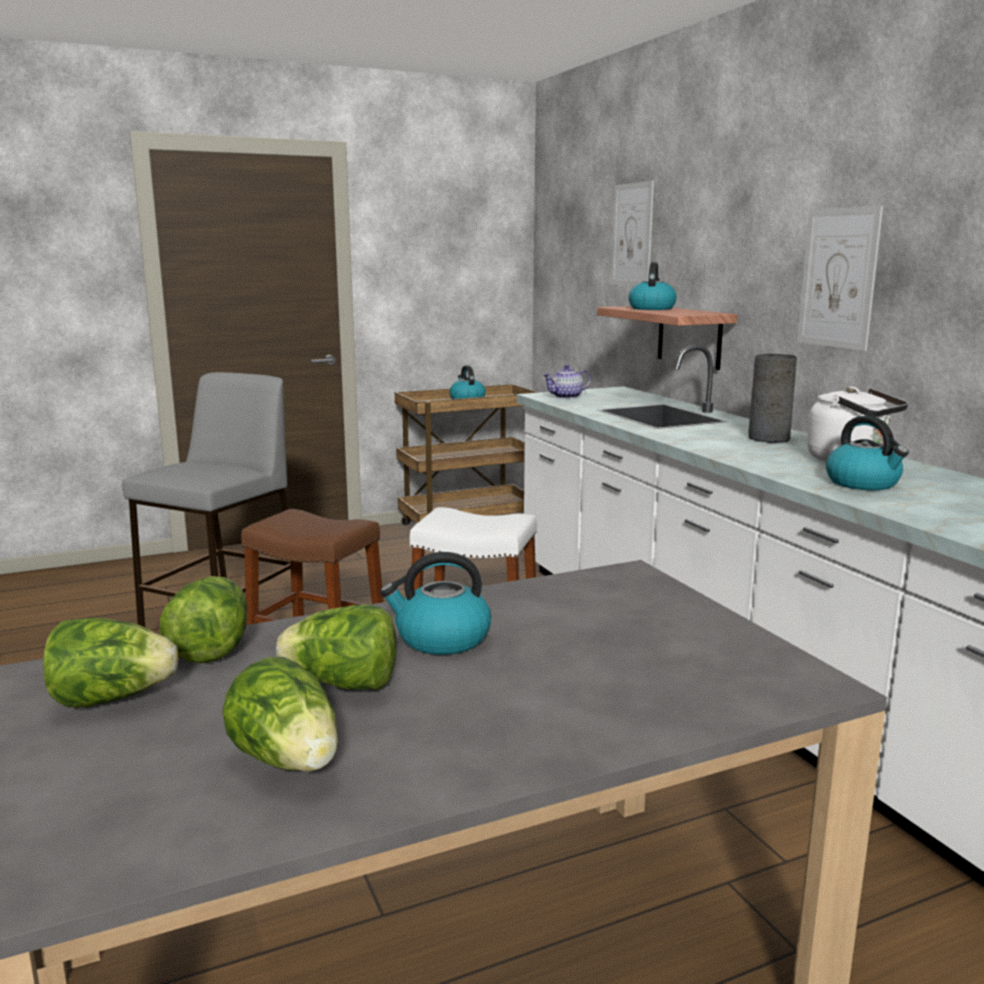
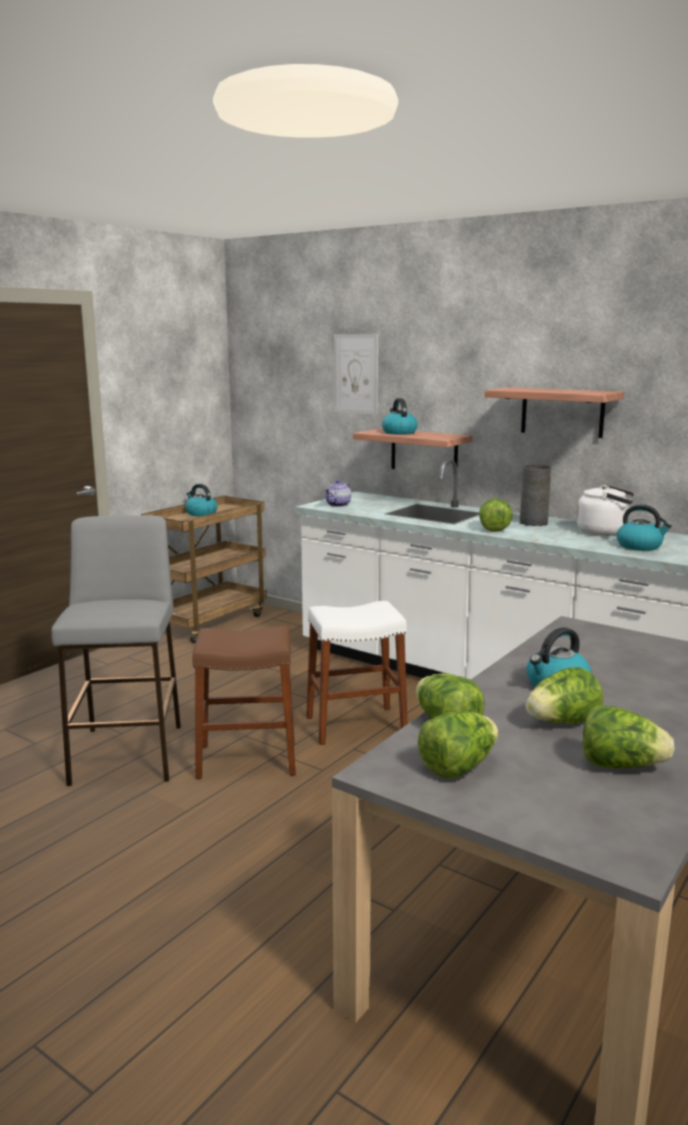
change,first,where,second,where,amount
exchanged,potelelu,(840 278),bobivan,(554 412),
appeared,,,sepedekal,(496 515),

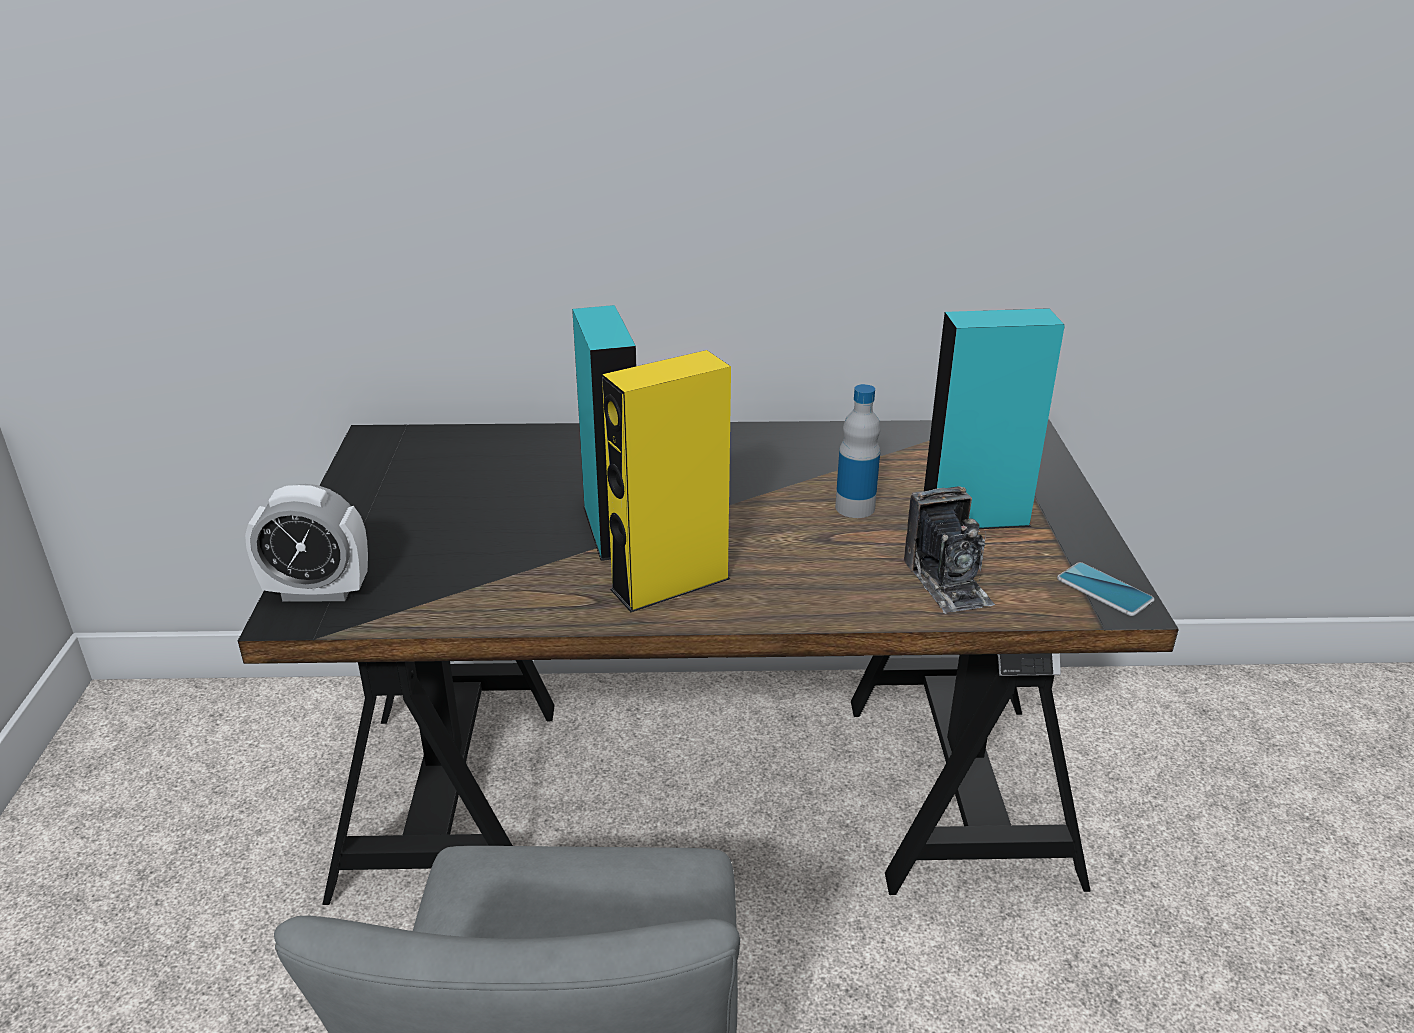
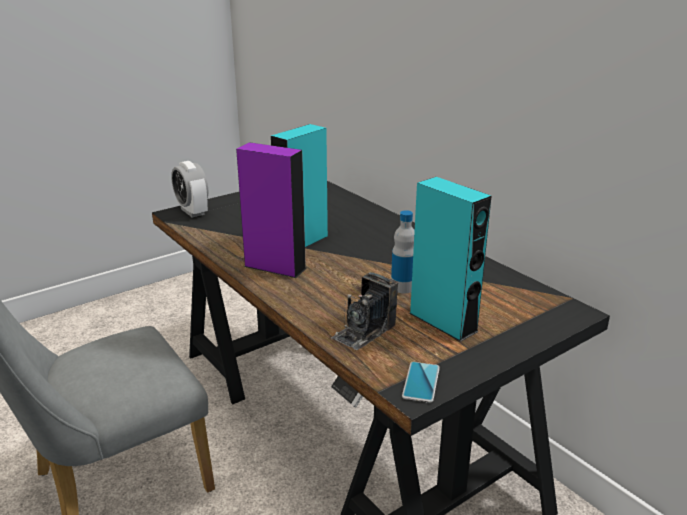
change,first,where,second,where,amount
colour,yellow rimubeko,(666 481),purple rimubeko,(271 210),

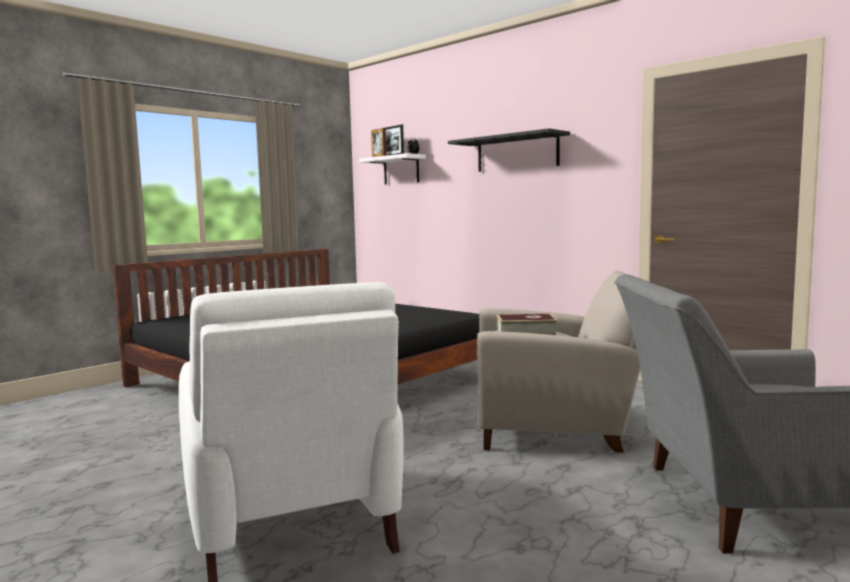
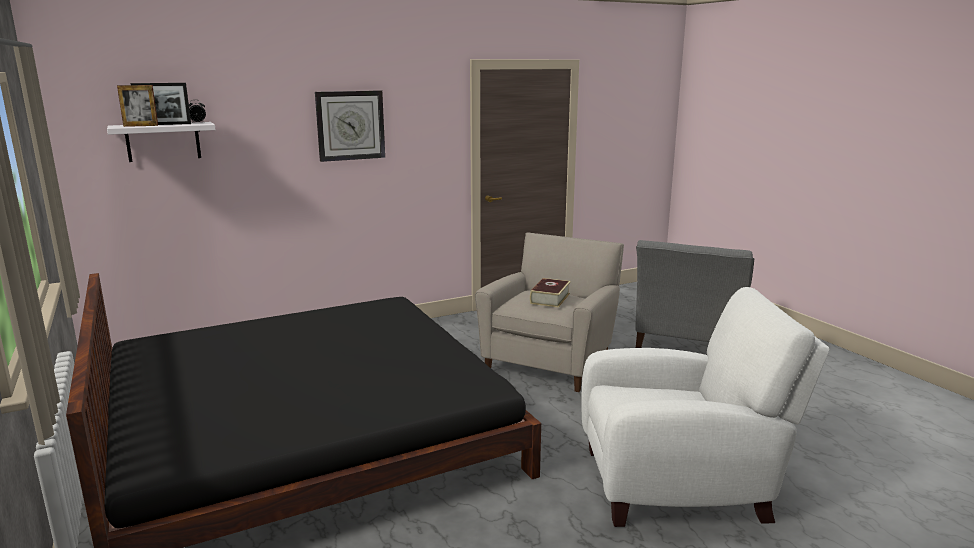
change,first,where,second,where,amount
exchanged,black bobivan,(509 150),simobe,(350 126),

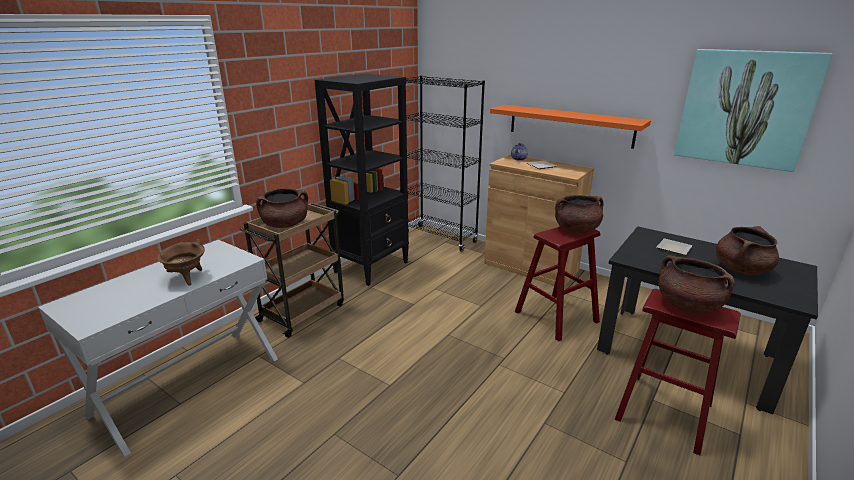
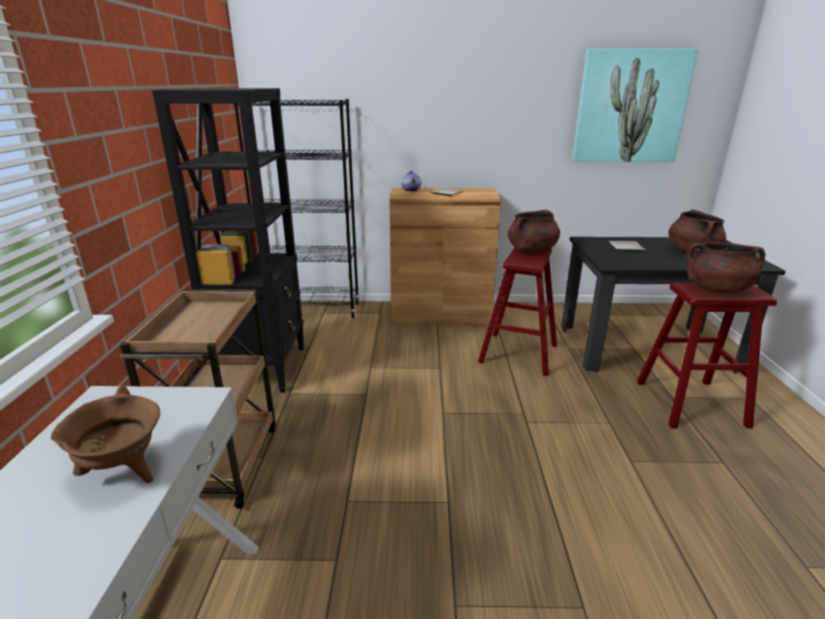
change,first,where,second,where,amount
missing,orange bobivan,(570 127),,,
missing,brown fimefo,(282 208),,,

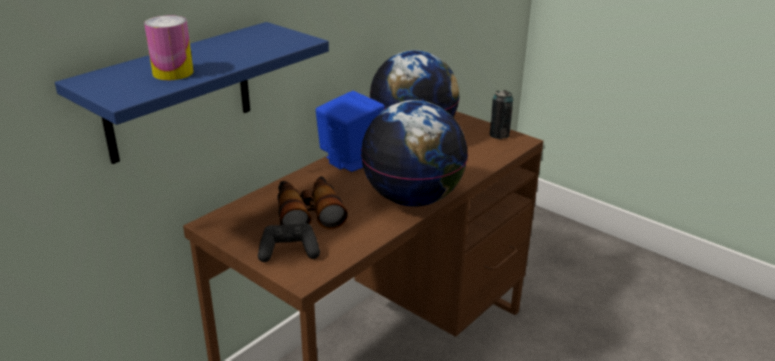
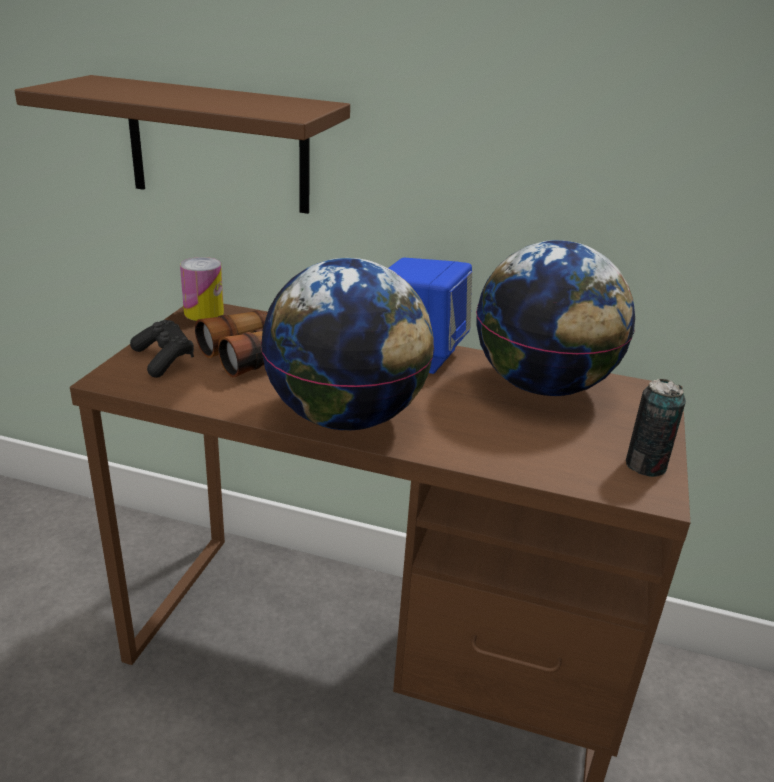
change,first,where,second,where,amount
relocated,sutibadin,(169 48),,(202 289),
colour,blue bobivan,(192 93),brown bobivan,(182 144),

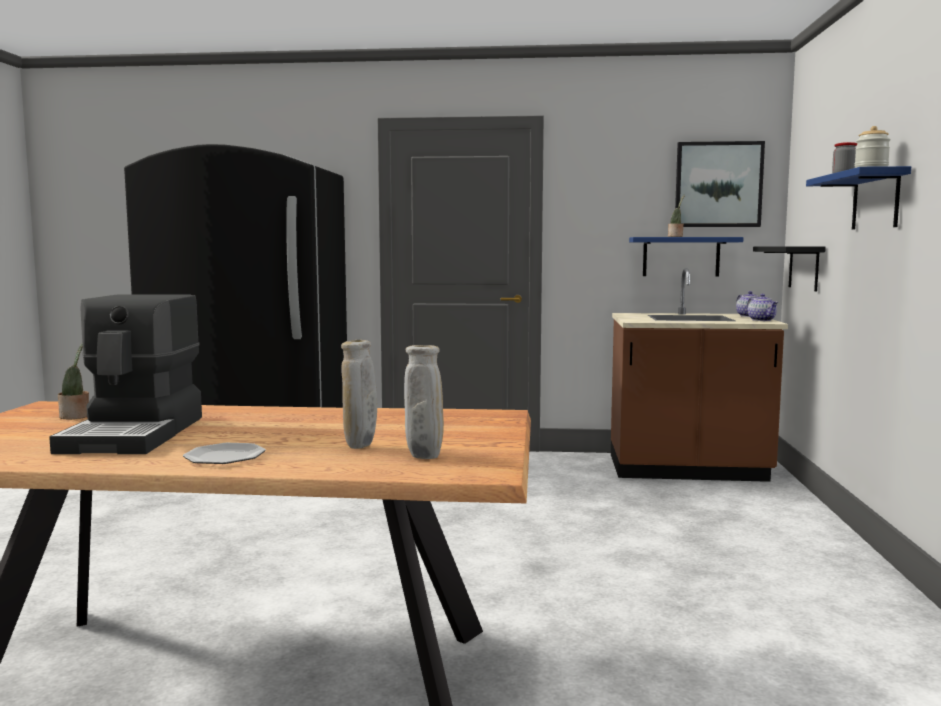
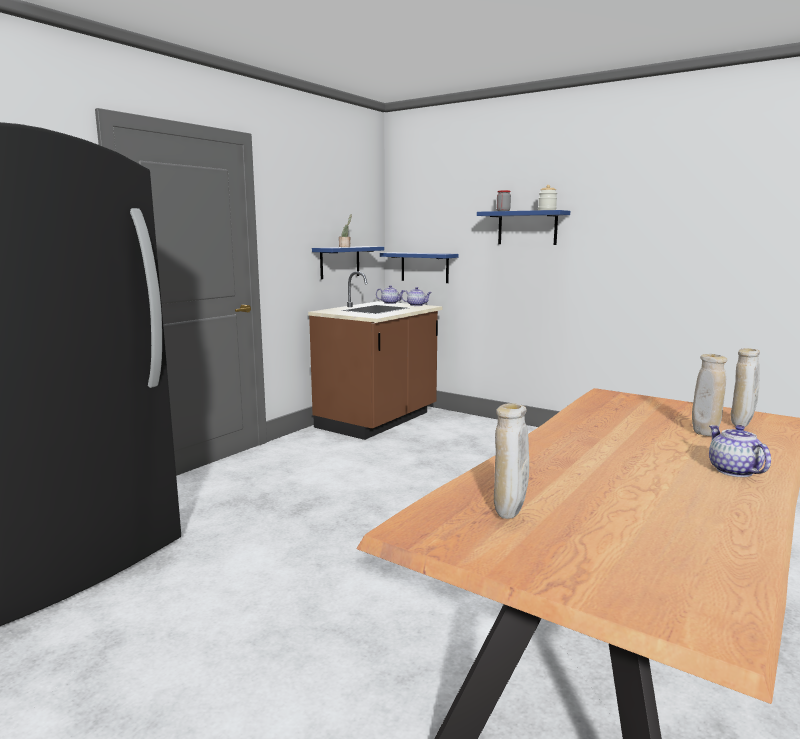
change,first,where,second,where,amount
missing,potelelu,(720 184),,,
colour,black bobivan,(789 268),blue bobivan,(419 267),
missing,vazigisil,(125 374),,,
exchanged,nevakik,(73 381),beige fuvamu,(511 461),
exchanged,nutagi,(224 453),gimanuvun,(740 451),

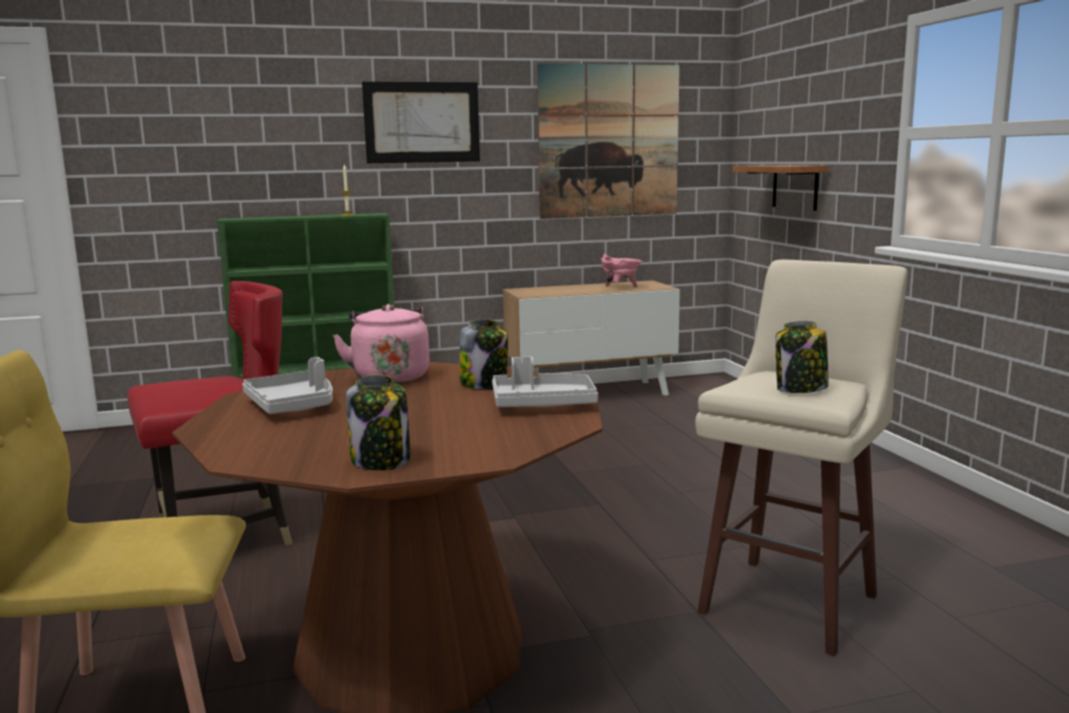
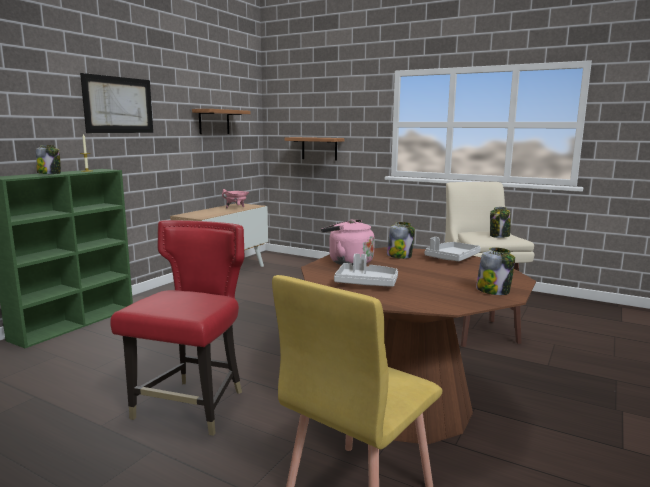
change,first,where,second,where,amount
exchanged,potelelu,(608 141),bobivan,(221 121),
appeared,,,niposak,(48 159),

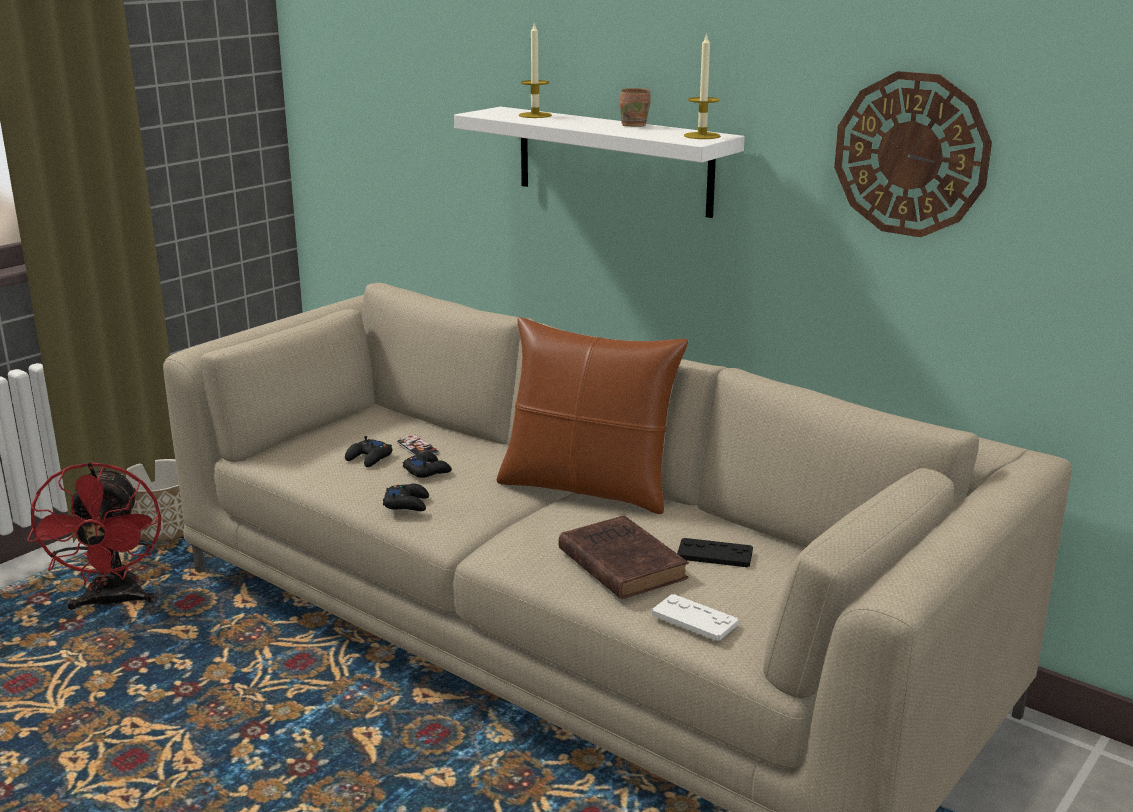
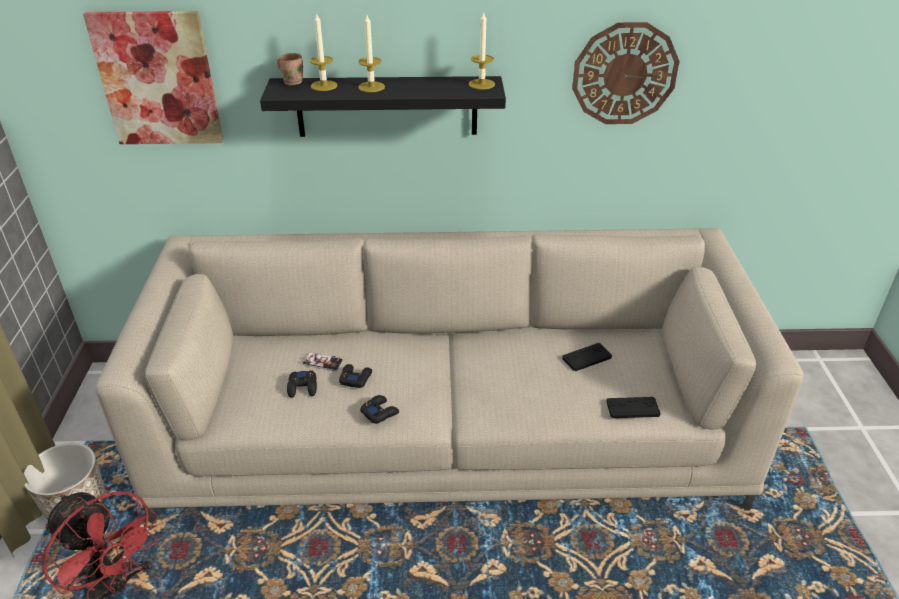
change,first,where,second,where,amount
relocated,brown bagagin,(635 107),,(290 69),
colour,white bobivan,(599 162),black bobivan,(383 106),
missing,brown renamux,(592 415),,,
missing,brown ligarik,(624 558),,,
colour,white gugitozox,(695 617),black gugitozox,(633 407),
appeared,,,potelelu,(153 77),
appeared,,,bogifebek,(371 53),

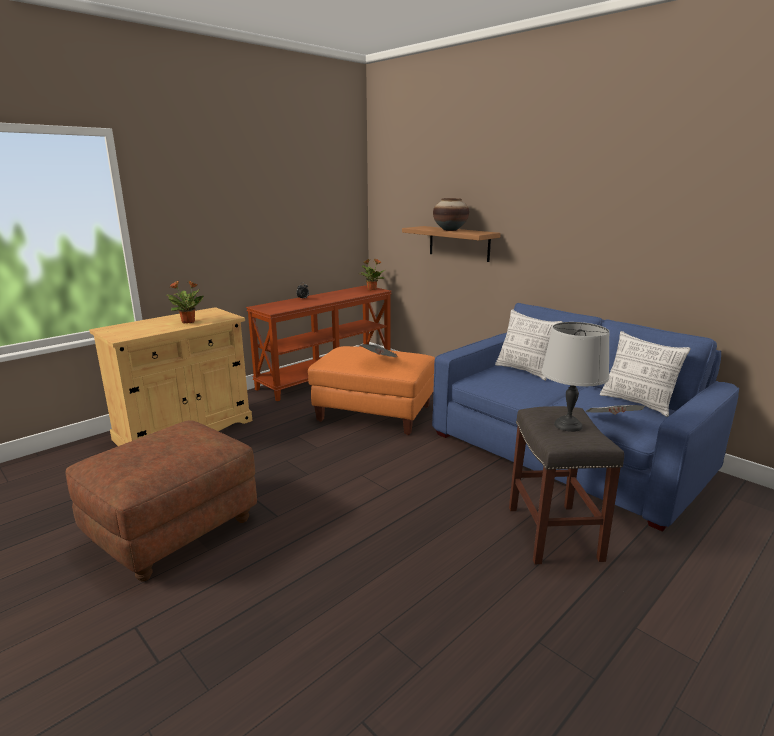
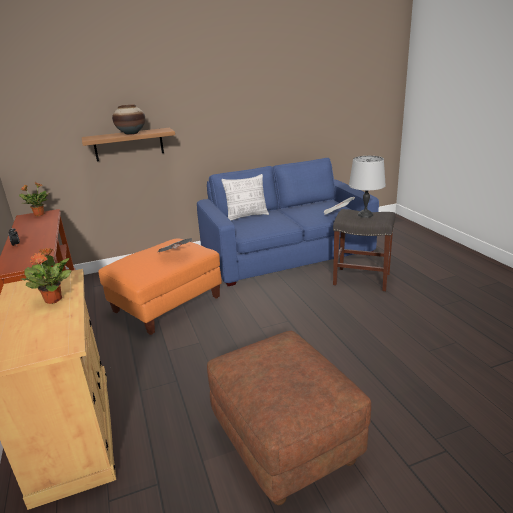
change,first,where,second,where,amount
missing,renamux,(645 374),,,

